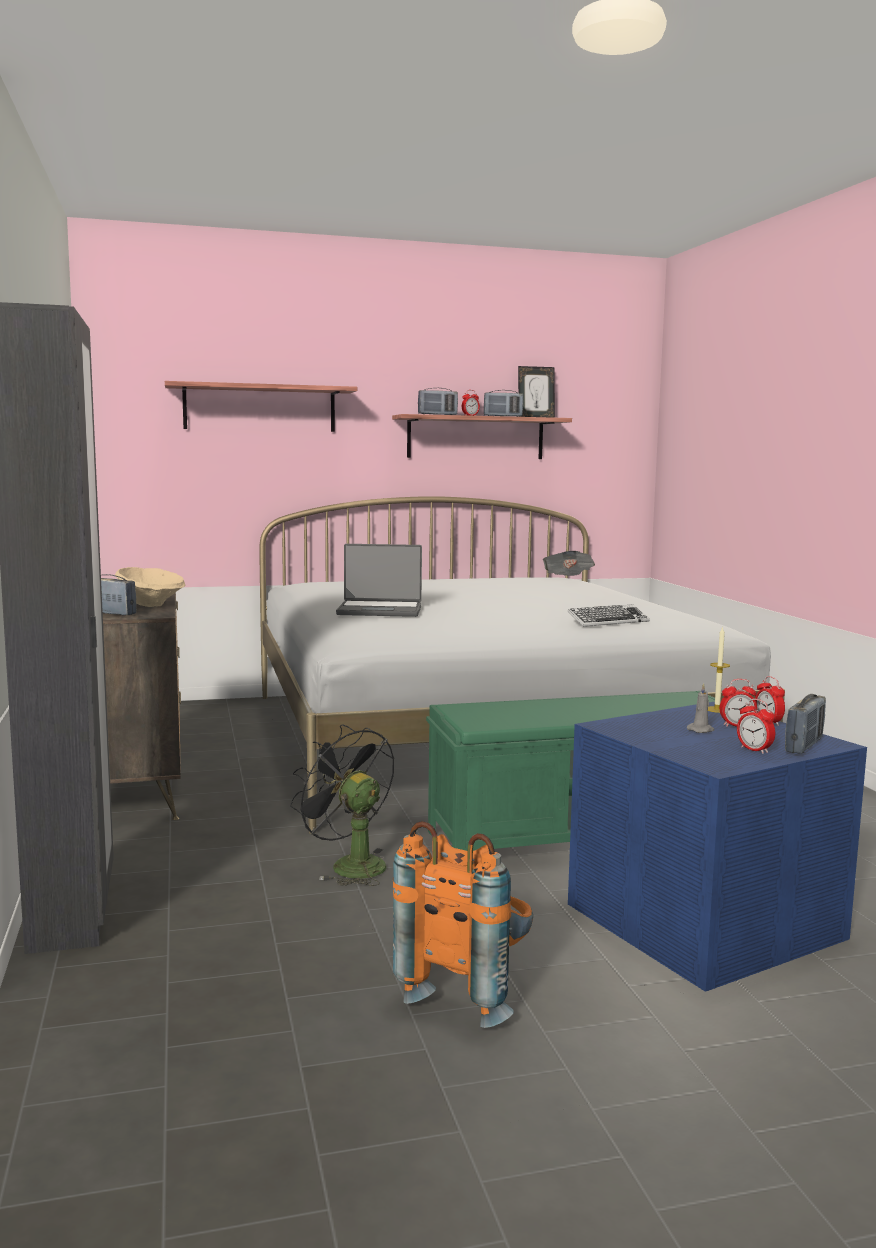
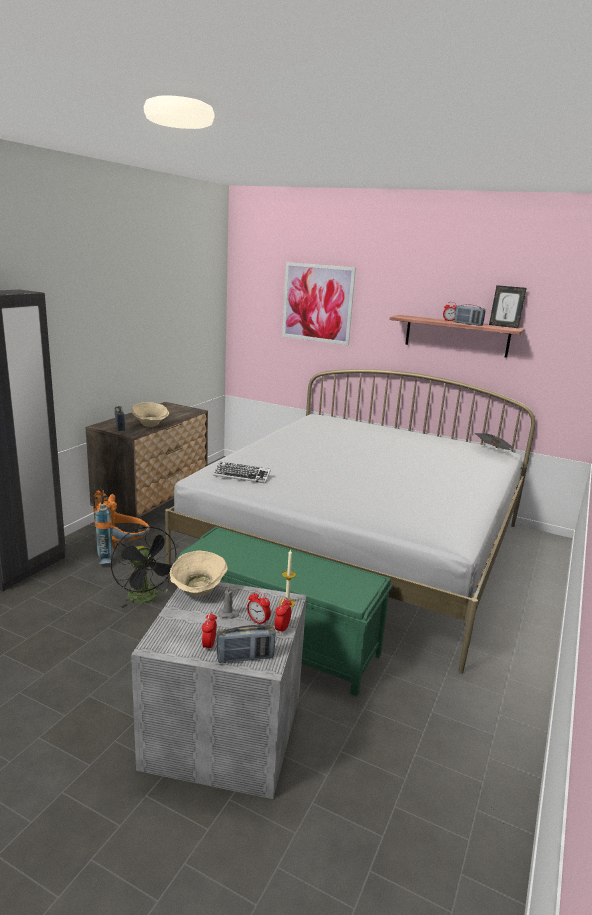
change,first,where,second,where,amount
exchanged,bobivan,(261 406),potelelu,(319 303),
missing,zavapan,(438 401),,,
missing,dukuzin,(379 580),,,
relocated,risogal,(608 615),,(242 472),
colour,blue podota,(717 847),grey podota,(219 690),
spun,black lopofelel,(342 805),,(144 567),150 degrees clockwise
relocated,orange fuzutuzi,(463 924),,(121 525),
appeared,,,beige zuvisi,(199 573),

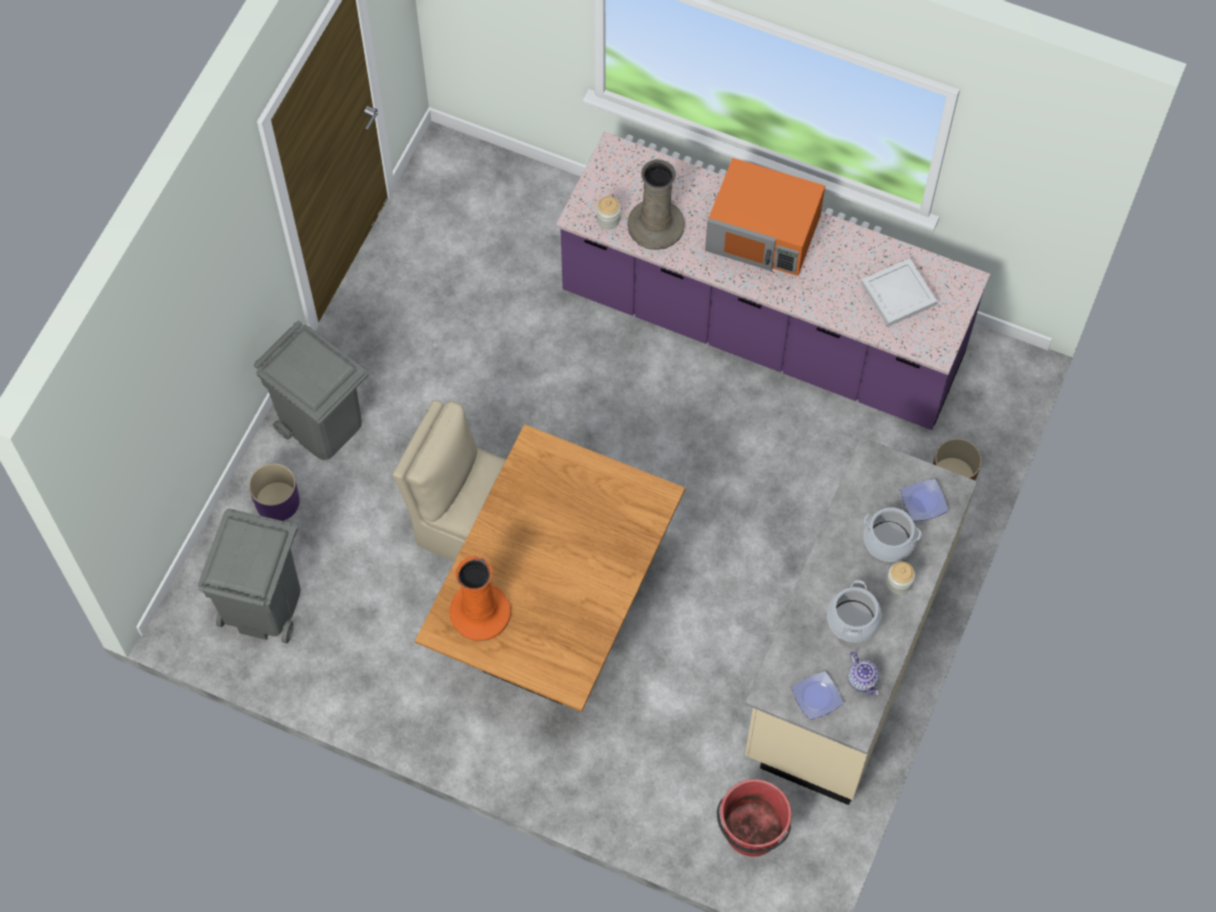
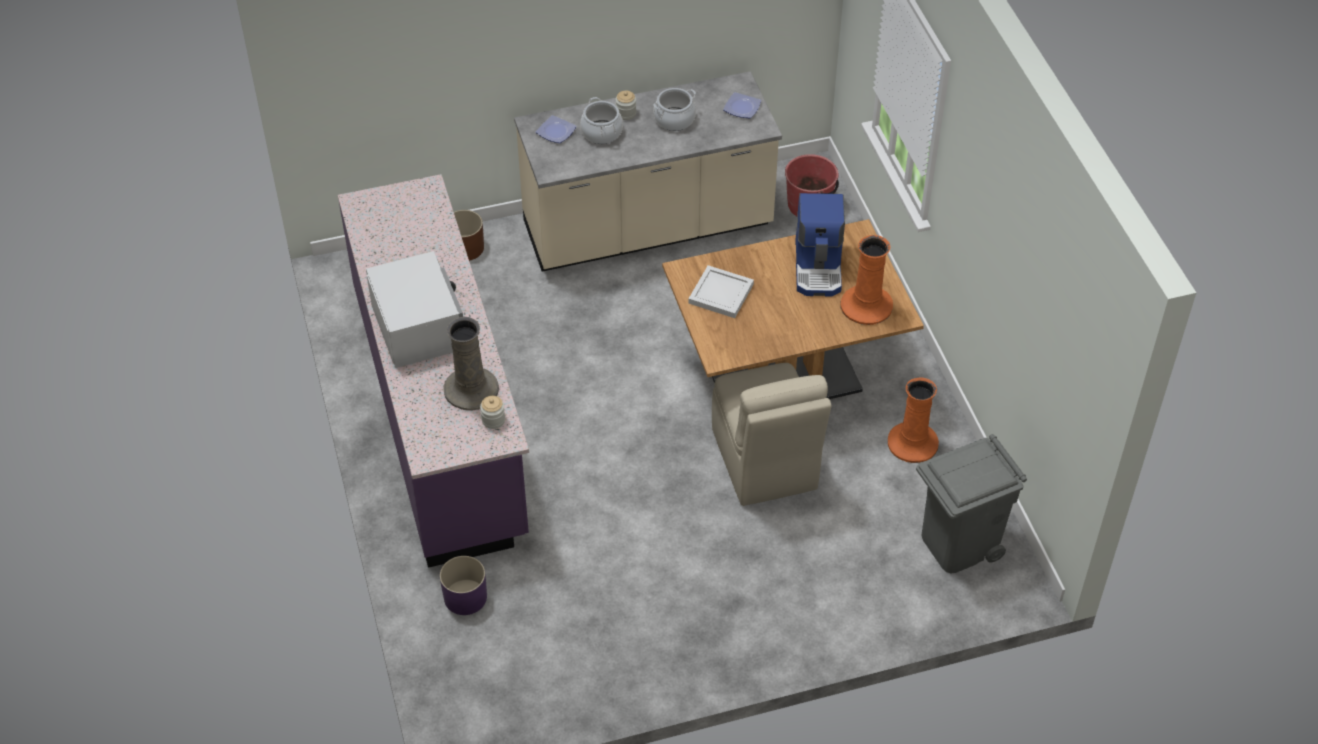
change,first,where,second,where,amount
colour,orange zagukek,(765 217),white zagukek,(414 309),
relocated,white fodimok,(899 292),,(721 291),
missing,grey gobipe,(311 390),,,
relocated,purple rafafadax,(274 492),,(463 585),
missing,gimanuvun,(864 673),,,
appeared,,,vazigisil,(820 245),
appeared,,,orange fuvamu,(913 420),

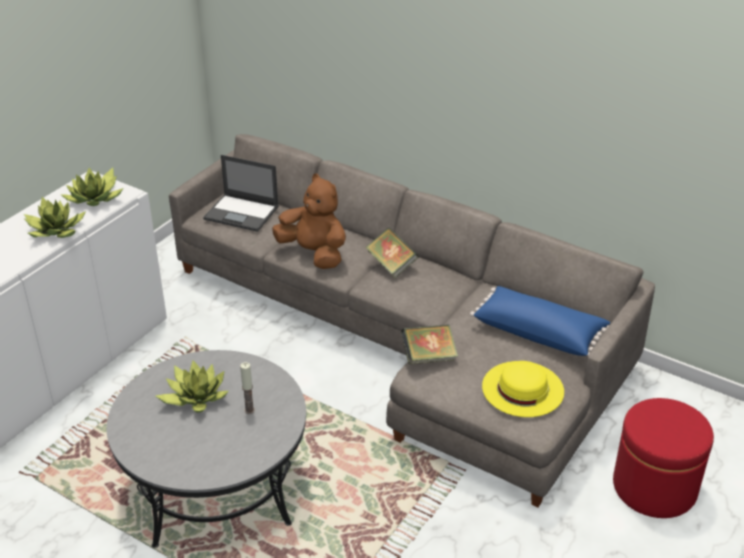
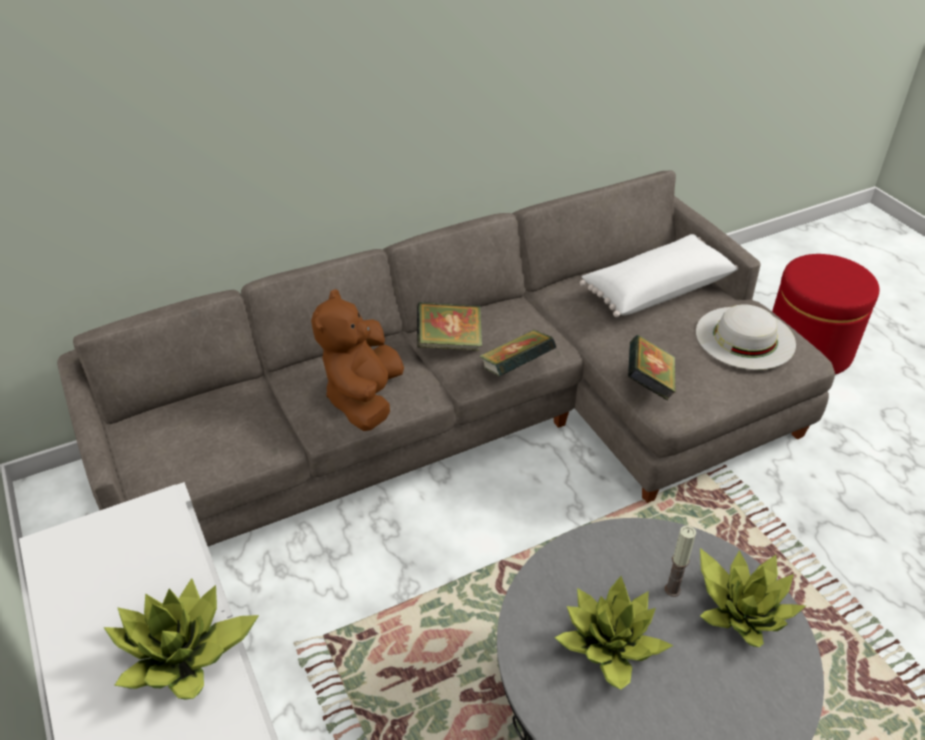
change,first,where,second,where,amount
missing,dukuzin,(241 193),,,
relocated,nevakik,(91 186),,(753 597),
spun,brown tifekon,(309 221),,(357 360),60 degrees counterclockwise
colour,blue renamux,(540 321),white renamux,(659 275),
colour,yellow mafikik,(523 389),white mafikik,(746 337),
appeared,,,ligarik,(517 353),

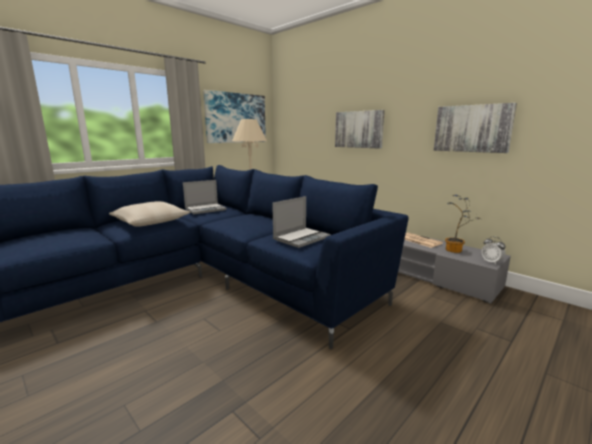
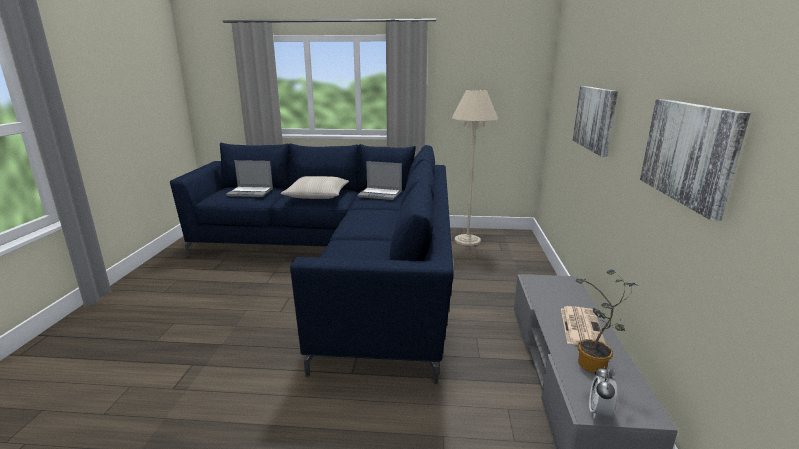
change,first,where,second,where,amount
missing,potelelu,(234 116),,,
relocated,dukuzin,(301 222),,(249 178),

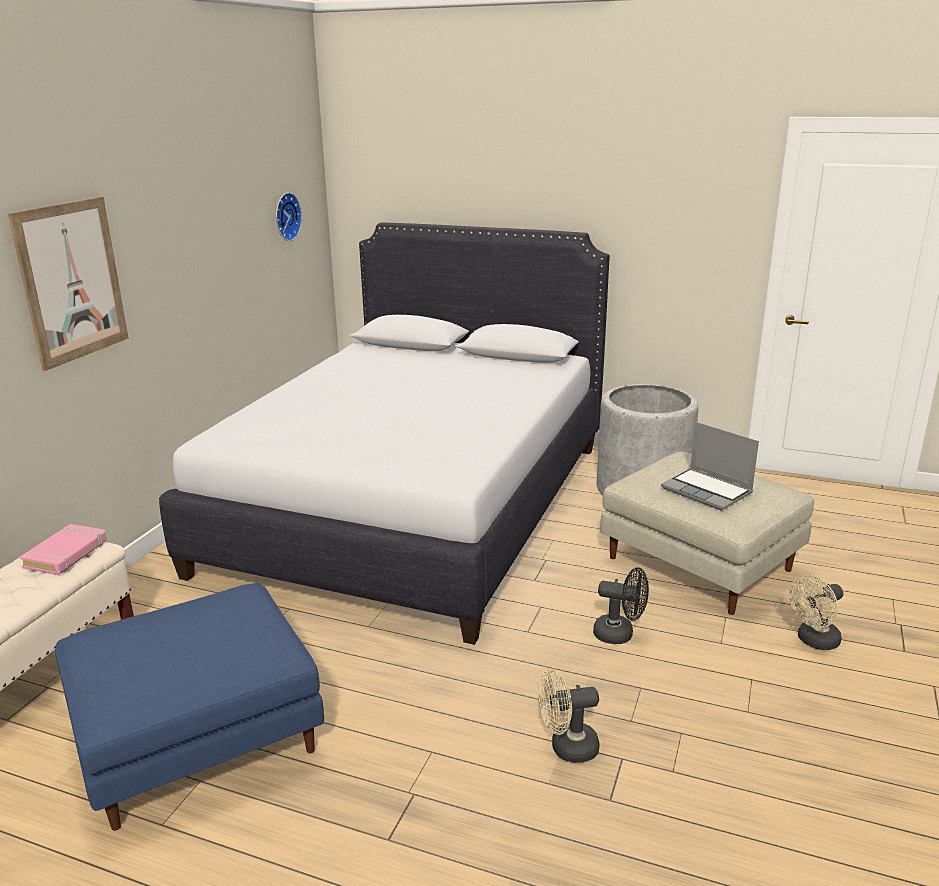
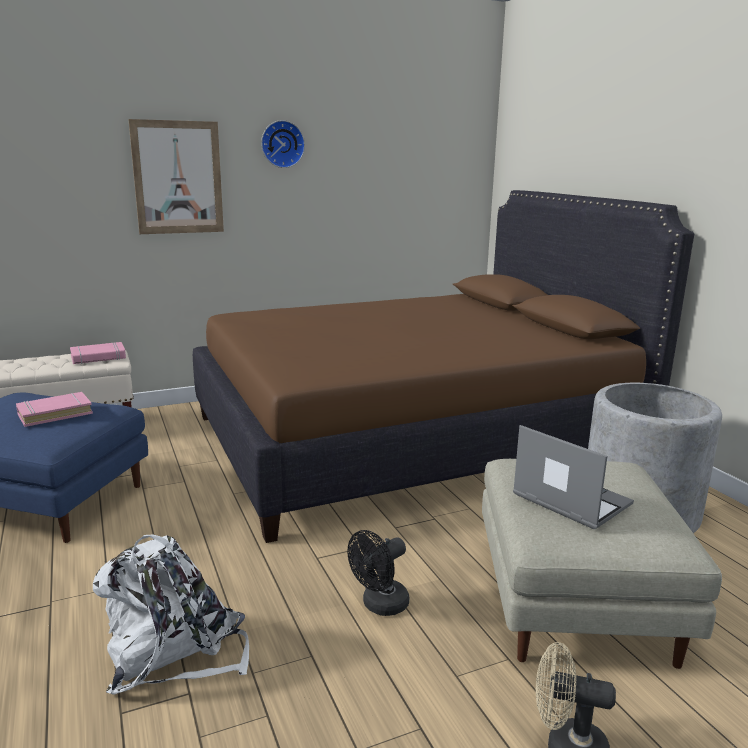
change,first,where,second,where,amount
relocated,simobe,(289 217),,(283 144),
colour,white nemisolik,(384 433),brown nemisolik,(443 366),
spun,dukuzin,(710 466),,(573 477),135 degrees clockwise
spun,black lopofelel,(621 605),,(378 573),75 degrees clockwise
exchanged,beige lopofelel,(568 716),white fuzutuzi,(171 614),
appeared,,,pink ligarik,(54 409),

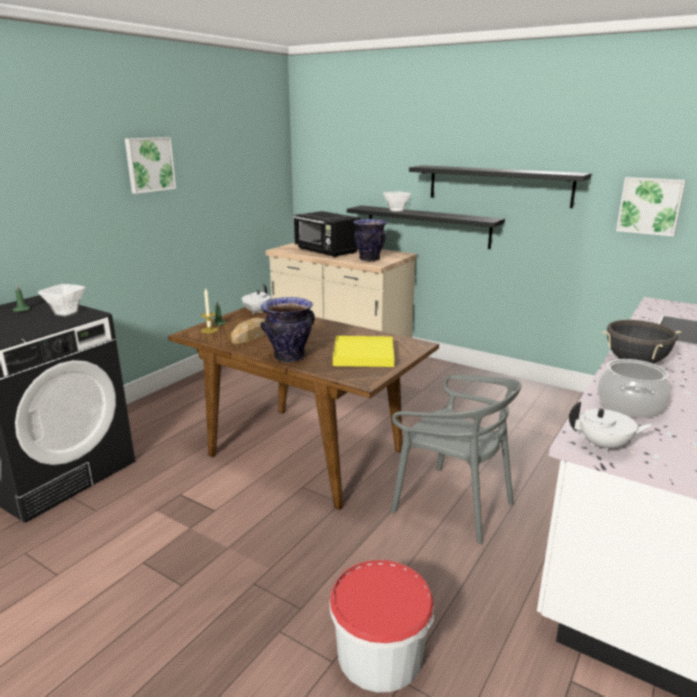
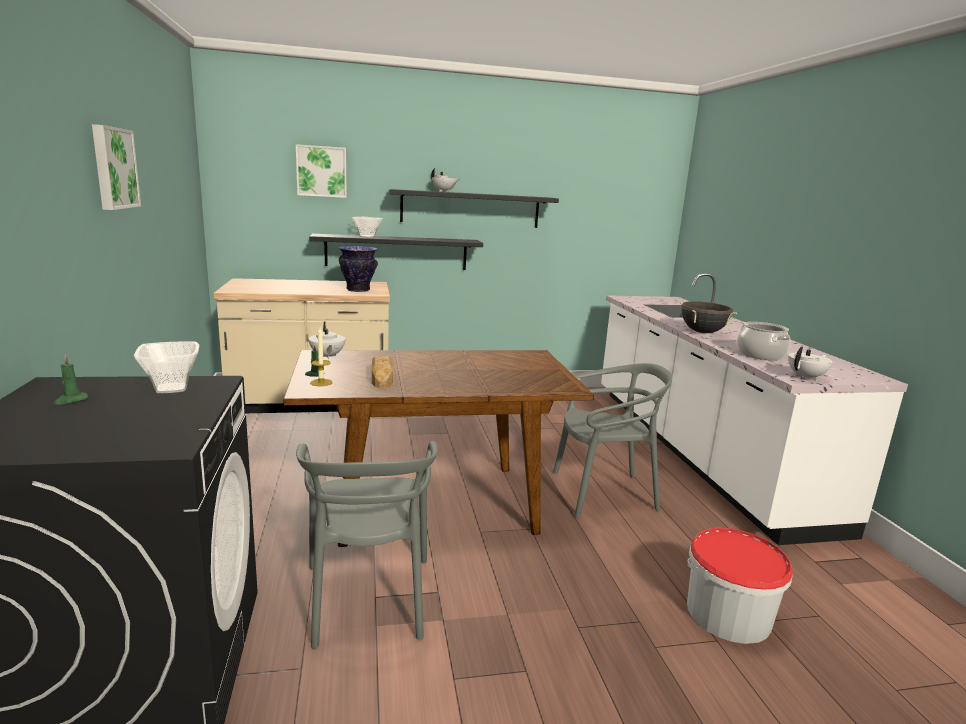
change,first,where,second,where,amount
relocated,potelelu,(651 207),,(321 171),
missing,black zagukek,(326 234),,,
missing,fuvamu,(288 330),,,
missing,yellow fodimok,(363 351),,,
appeared,,,white gimanuvun,(445 180),
appeared,,,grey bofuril,(367 545),

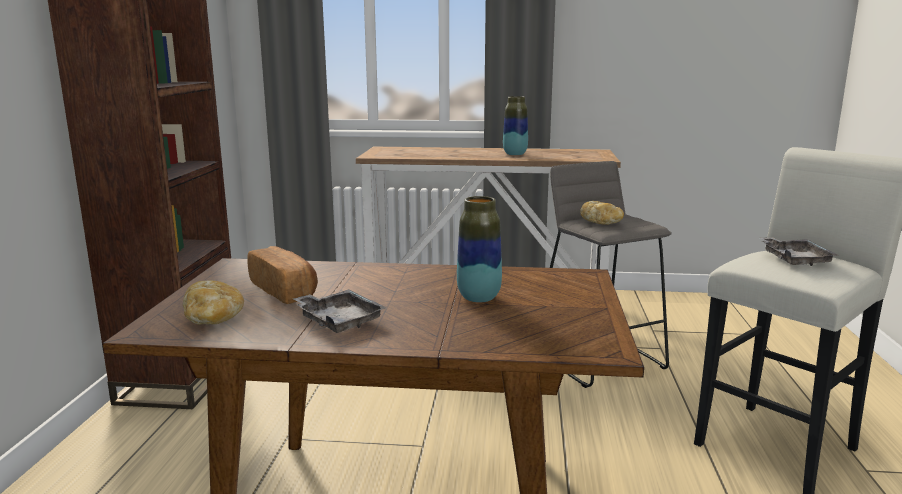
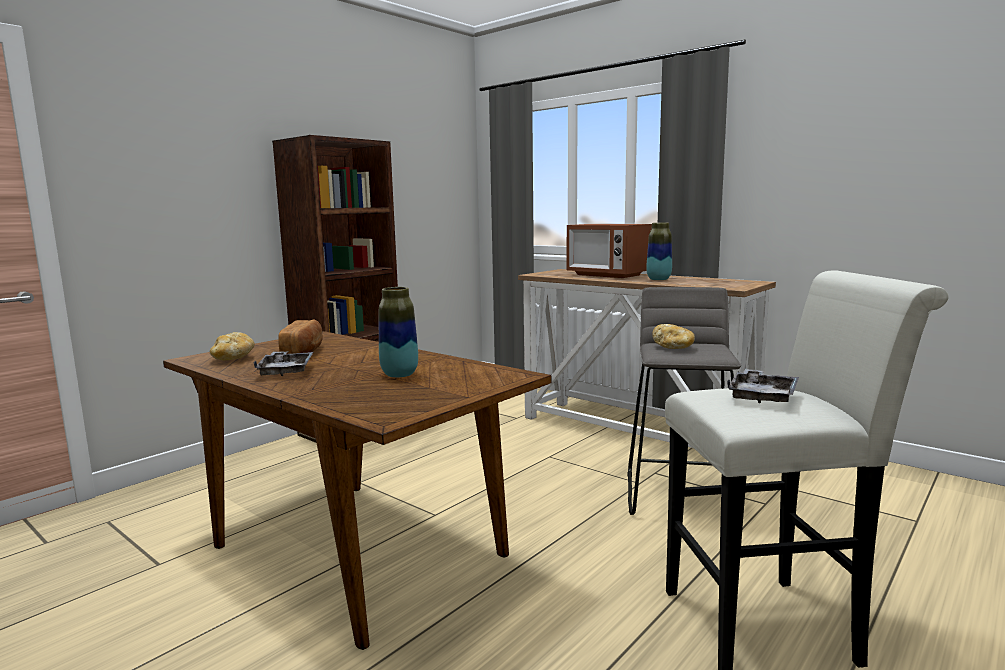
change,first,where,second,where,amount
appeared,,,zagukek,(609 251),

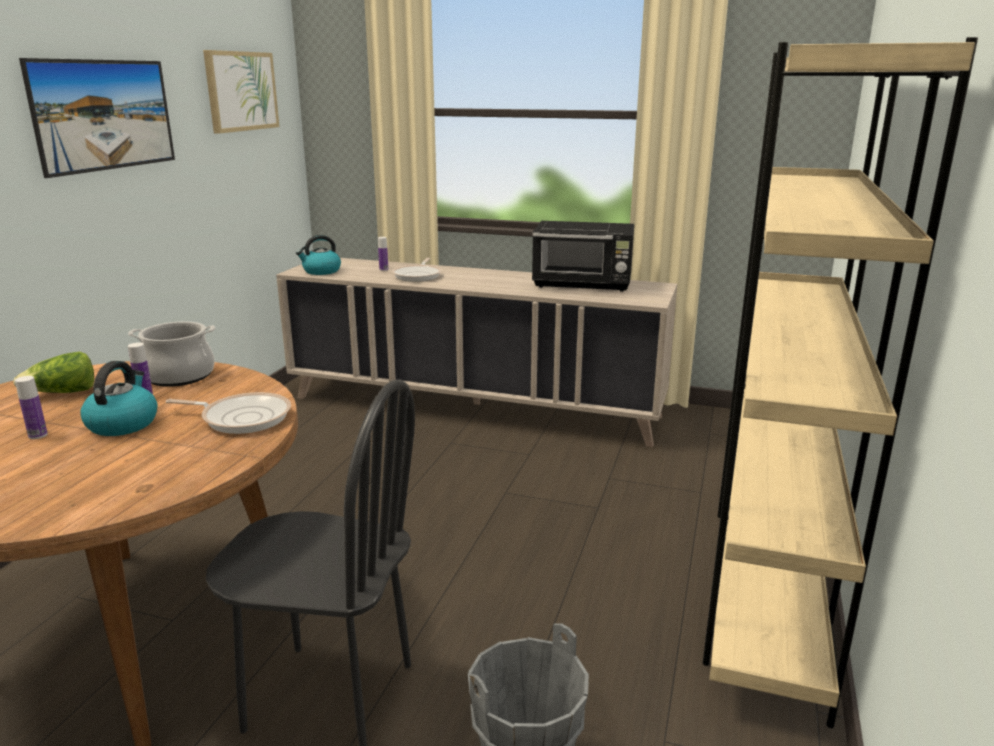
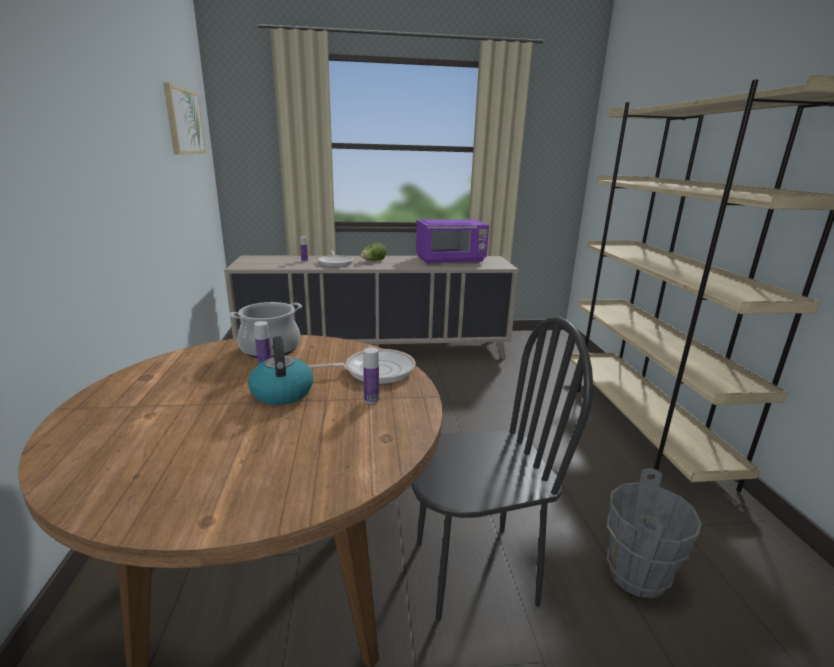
change,first,where,second,where,amount
missing,potelelu,(97 118),,,
colour,black zagukek,(583 256),purple zagukek,(452 241),
missing,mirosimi,(318 255),,,
relocated,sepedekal,(53 372),,(373 252),
relocated,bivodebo,(31 407),,(371 375),

